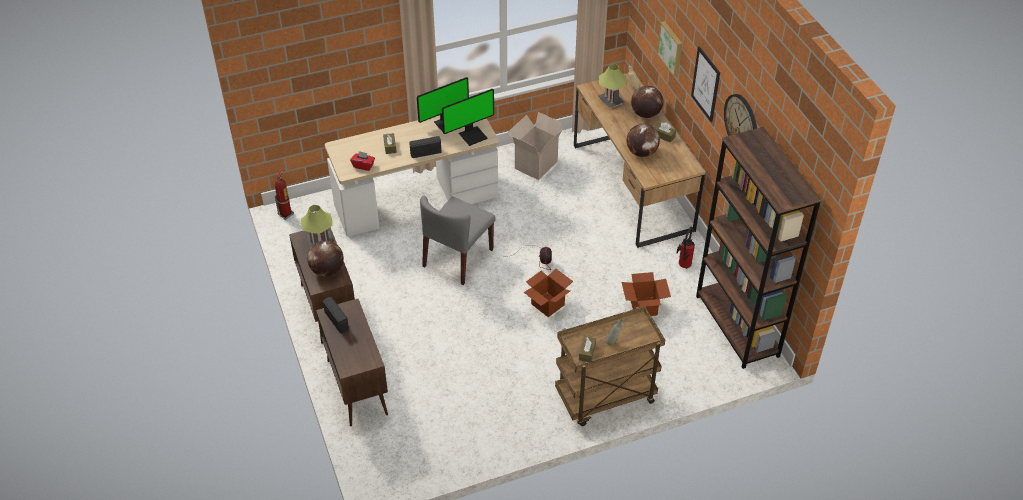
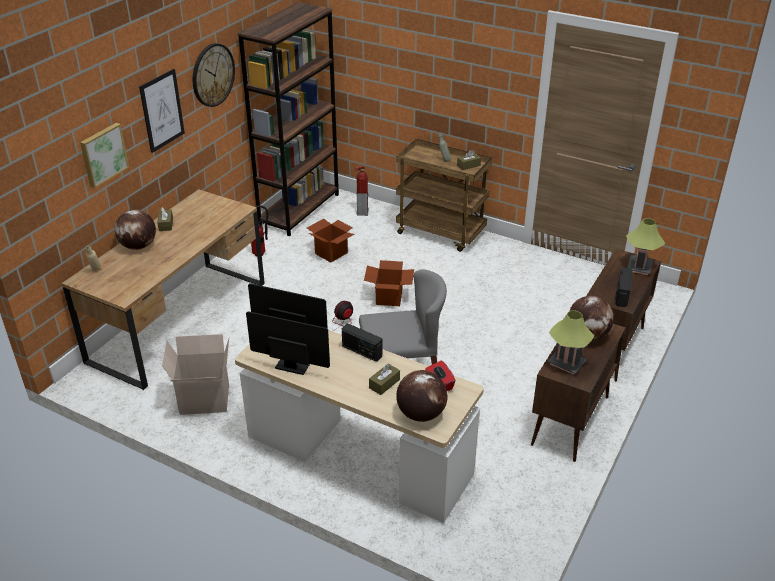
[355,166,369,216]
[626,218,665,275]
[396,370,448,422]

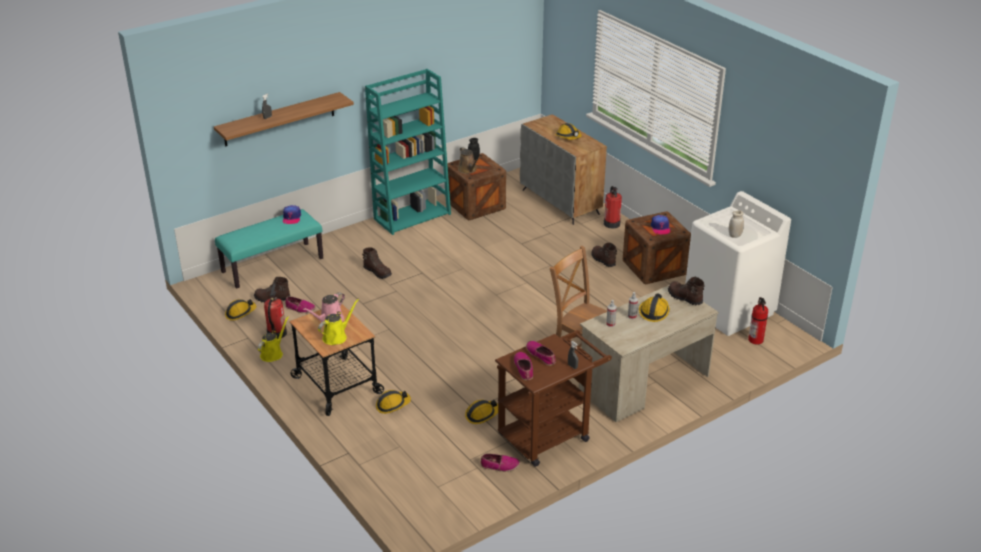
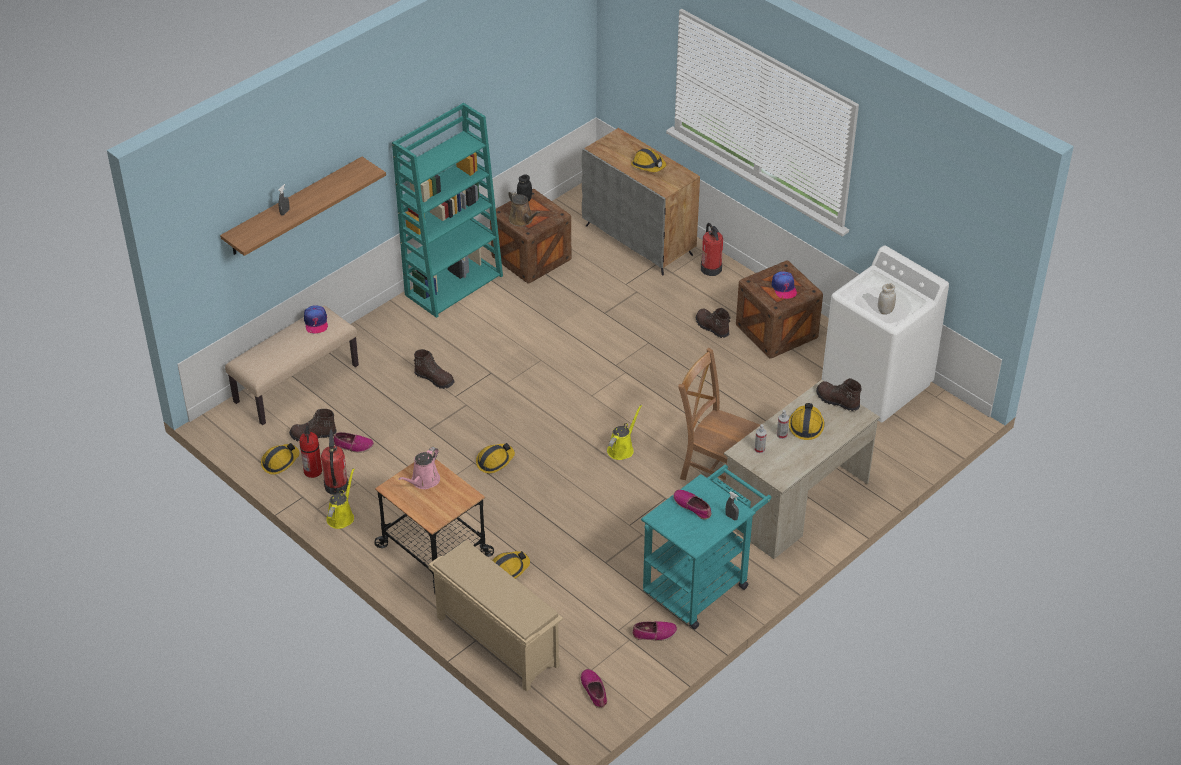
[429,540,563,692]
[607,405,642,460]
[476,443,515,473]
[581,669,607,708]
[299,423,322,478]
[225,306,359,425]
[641,465,771,629]

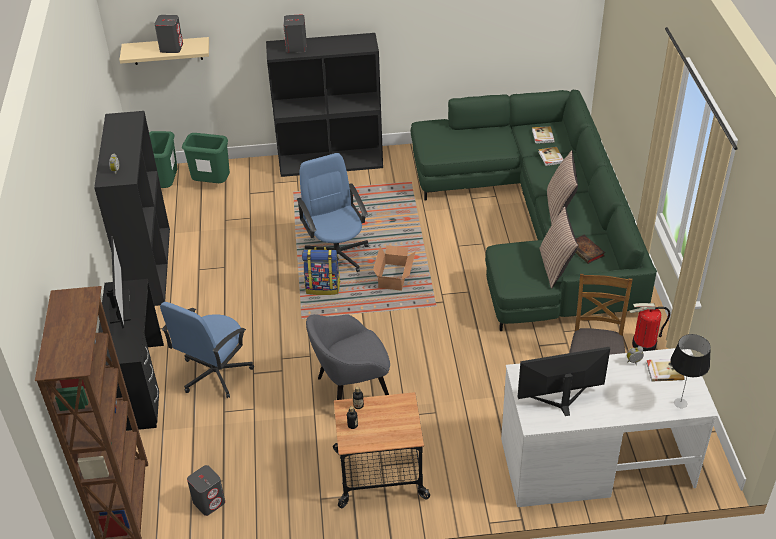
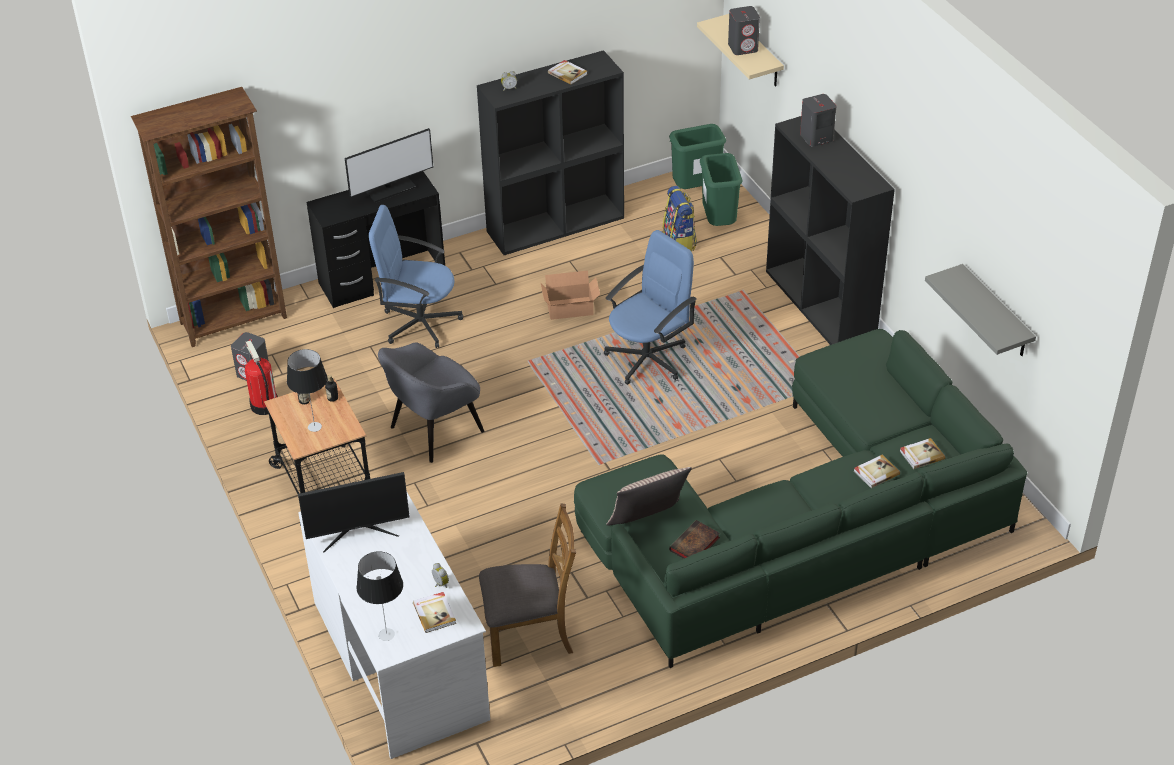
[547,150,578,225] (first image)
[287,349,327,432]
[548,60,587,84]
[925,264,1036,356]
[663,186,697,251]
[541,271,600,320]
[245,340,278,415]
[378,343,484,463]
[298,472,410,552]

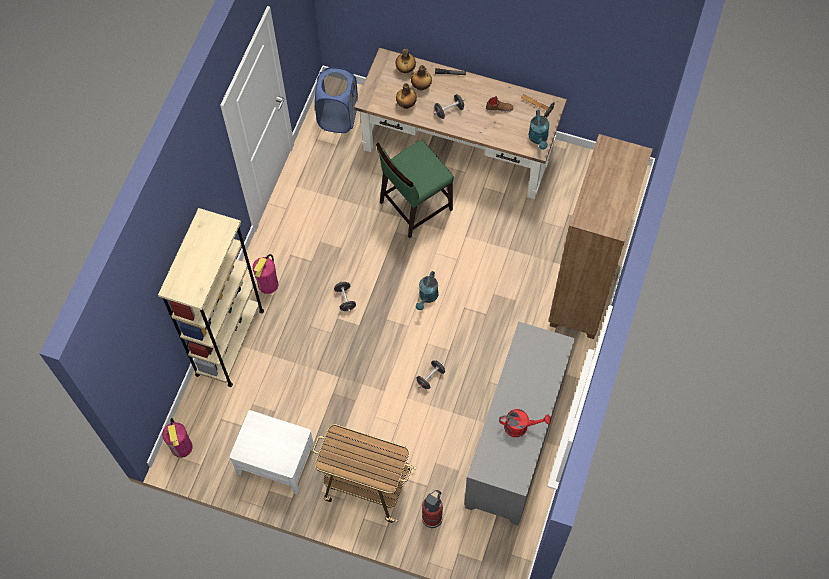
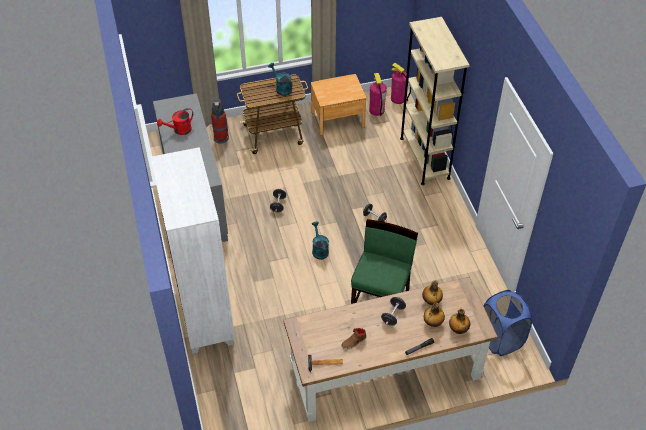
[369,73,387,116]
[268,63,292,96]
[311,74,366,136]
[151,147,235,354]

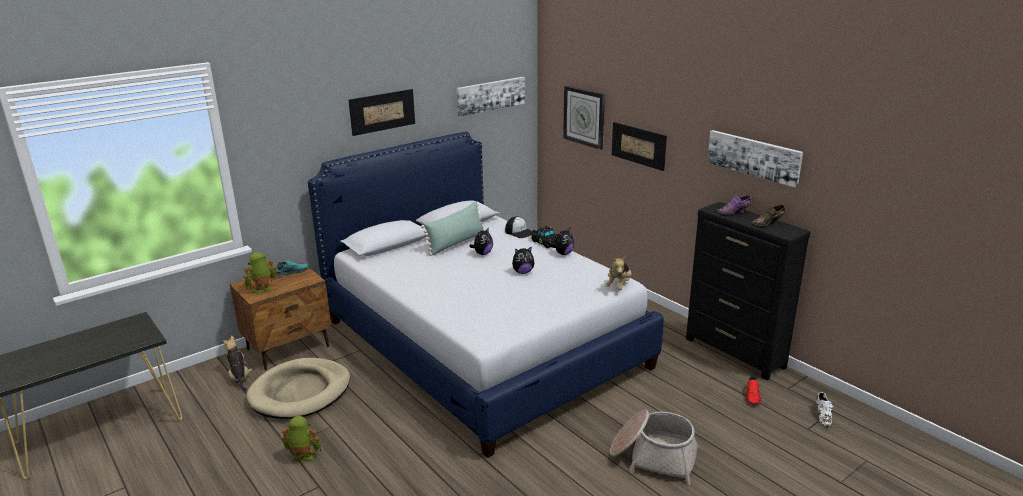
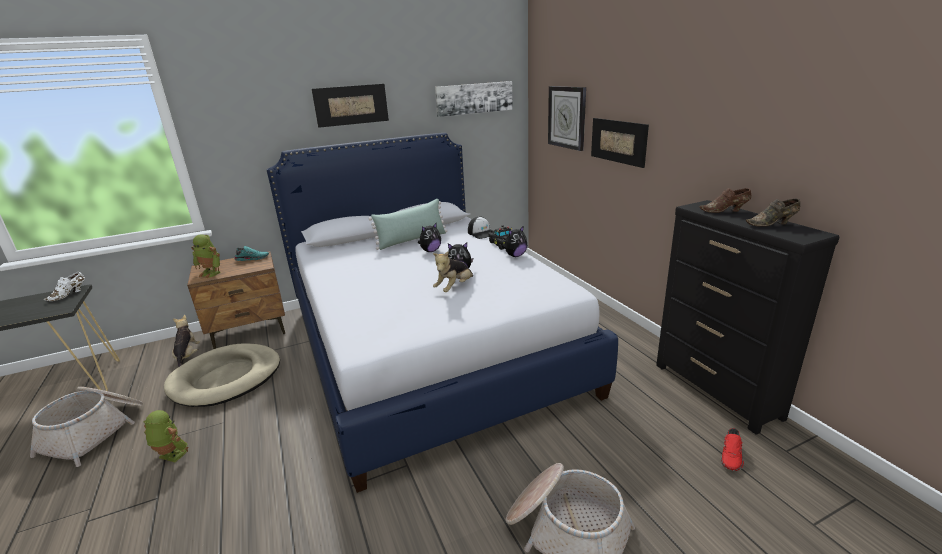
[707,130,803,188] (first image)
[30,387,143,467]
[433,251,473,292]
[44,272,85,301]
[699,188,751,213]
[191,234,221,278]

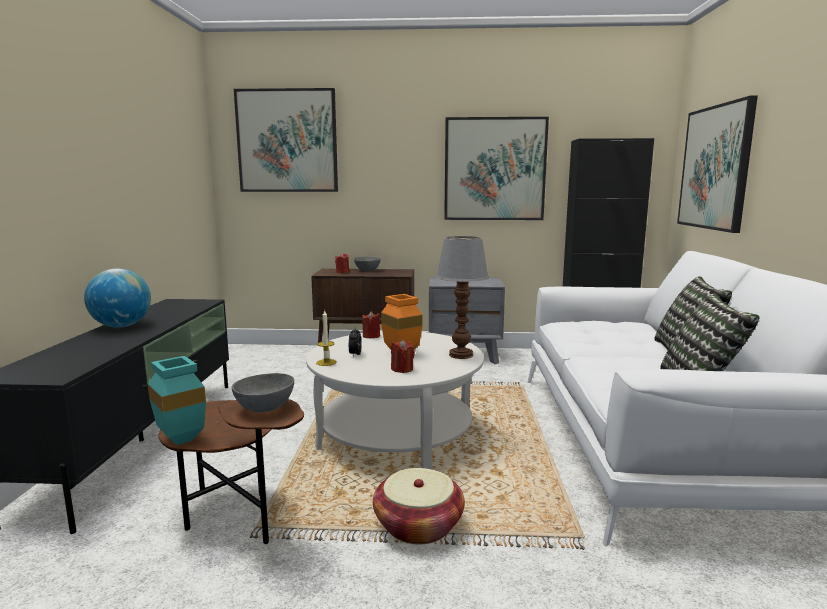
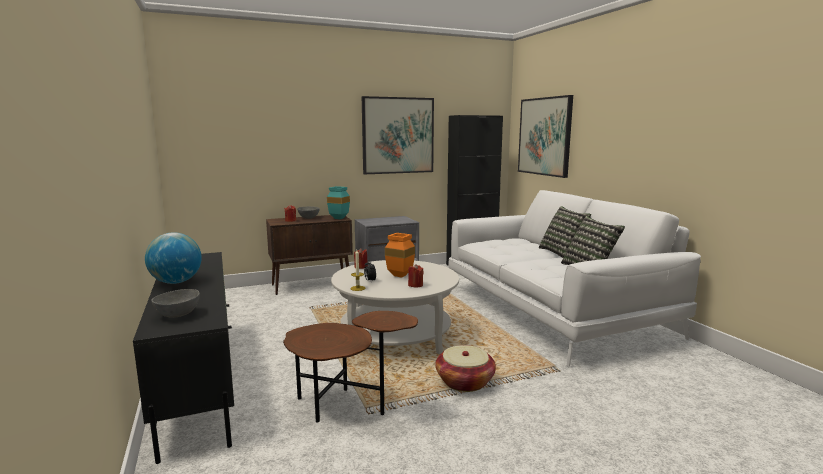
[234,88,338,192] (first image)
[436,236,489,359] (first image)
[327,186,350,219]
[151,289,200,318]

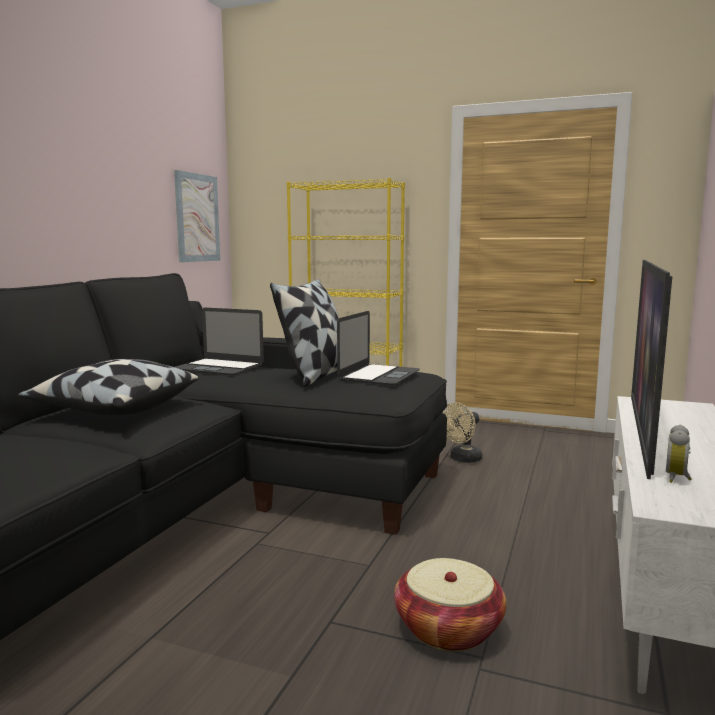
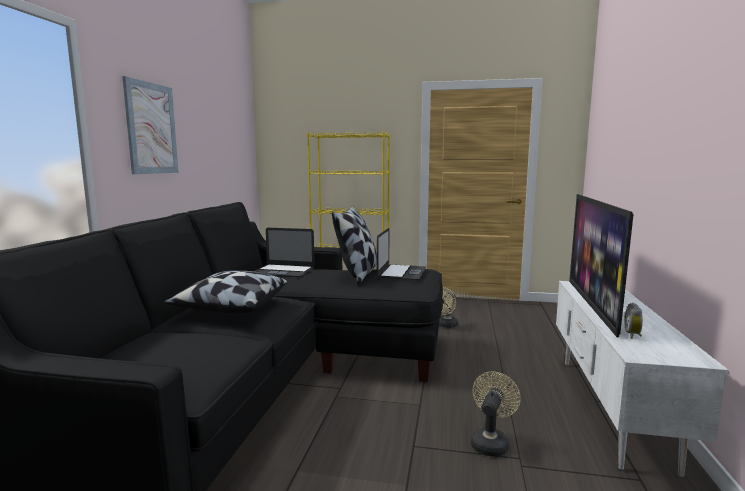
[122,76,179,174]
[471,372,521,456]

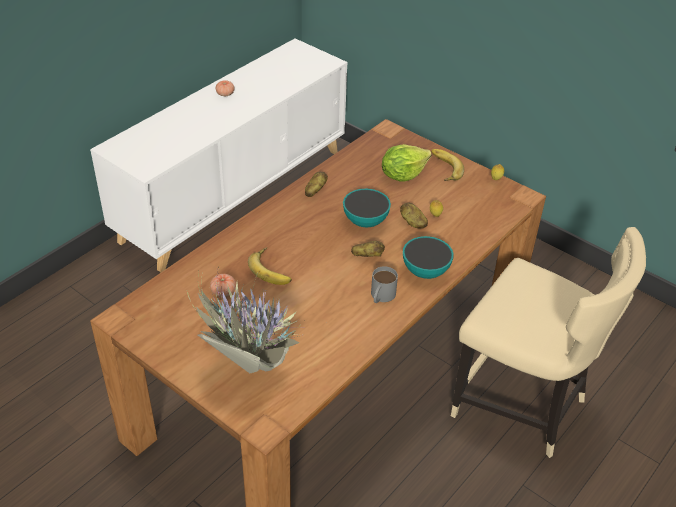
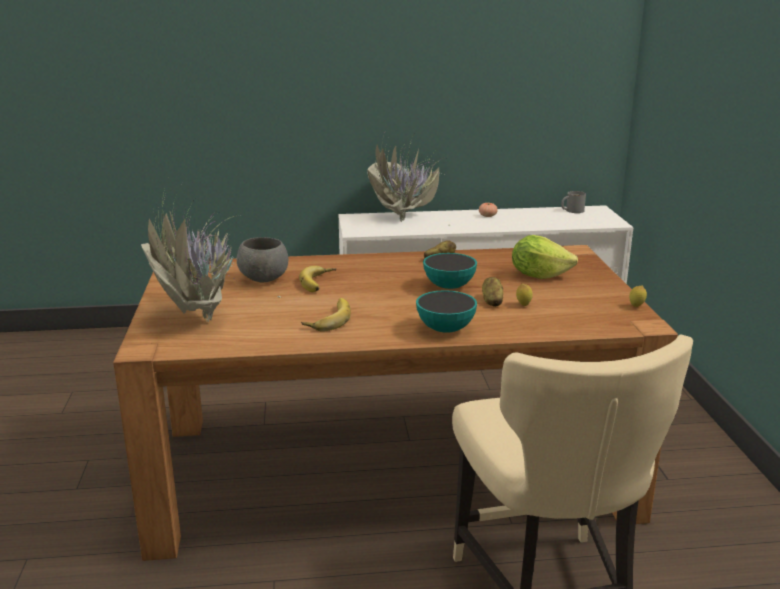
[351,241,385,257] (first image)
[367,130,450,226]
[561,191,586,213]
[301,298,351,332]
[237,237,288,283]

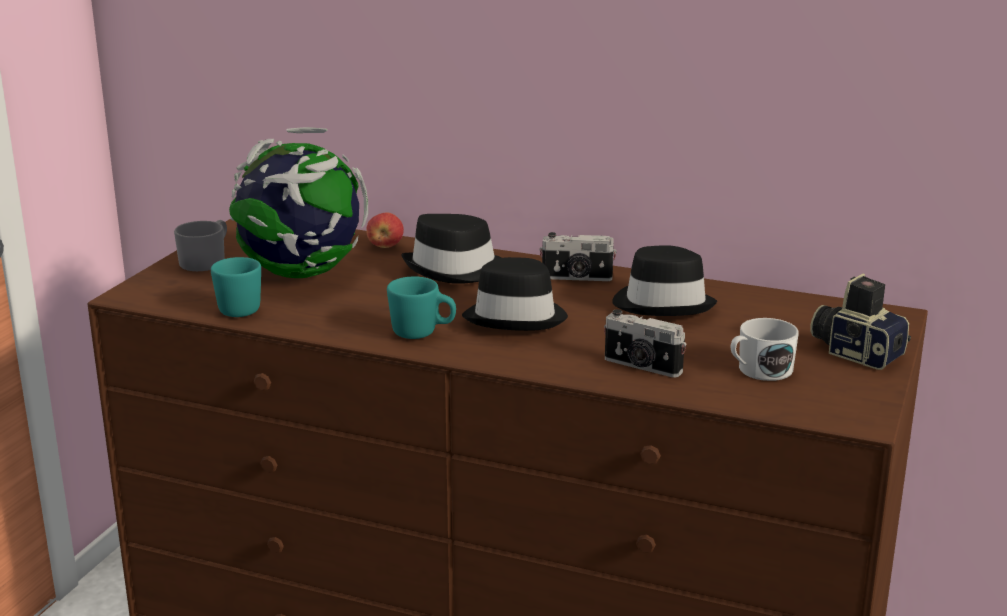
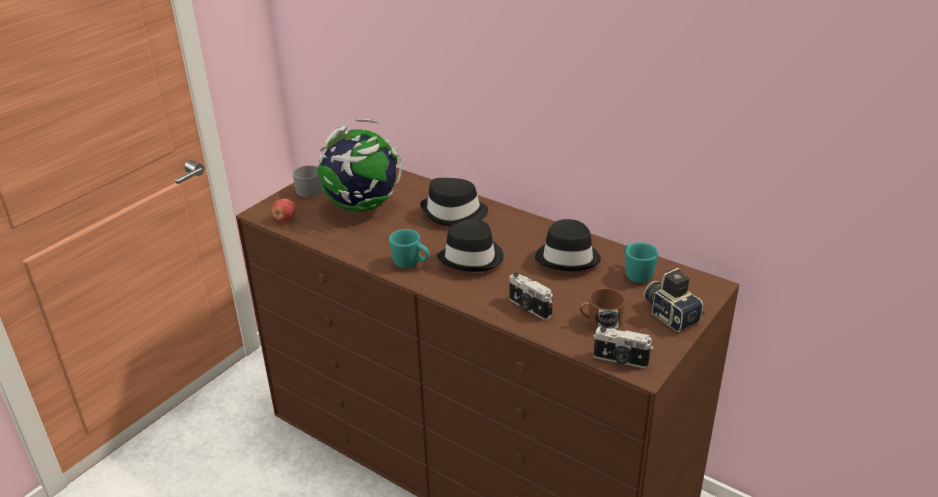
[624,242,658,283]
[271,199,296,222]
[593,326,653,368]
[579,288,625,329]

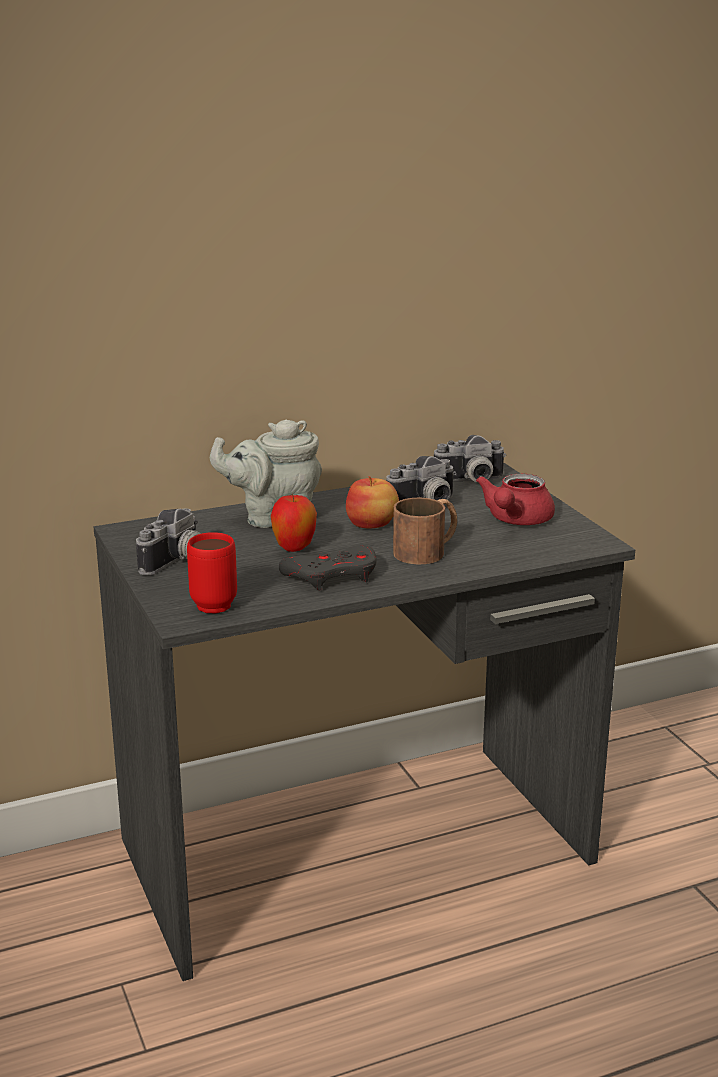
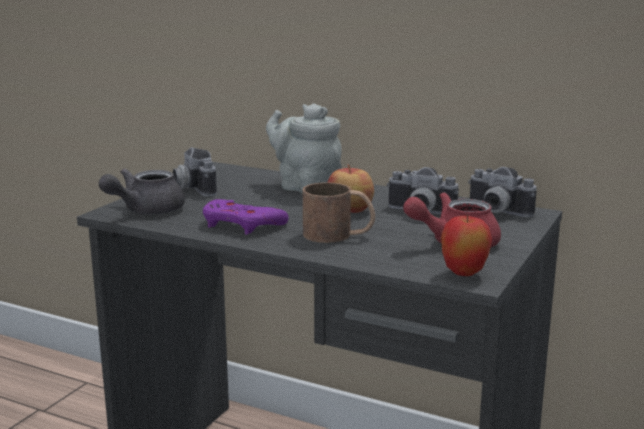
[441,215,492,276]
[99,169,185,215]
[203,199,289,235]
[173,147,217,197]

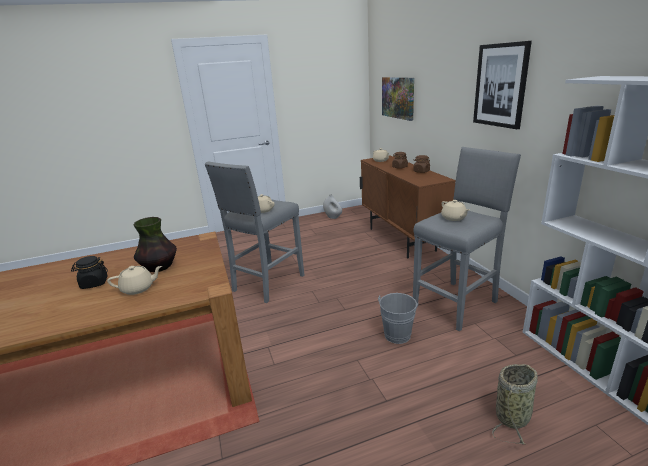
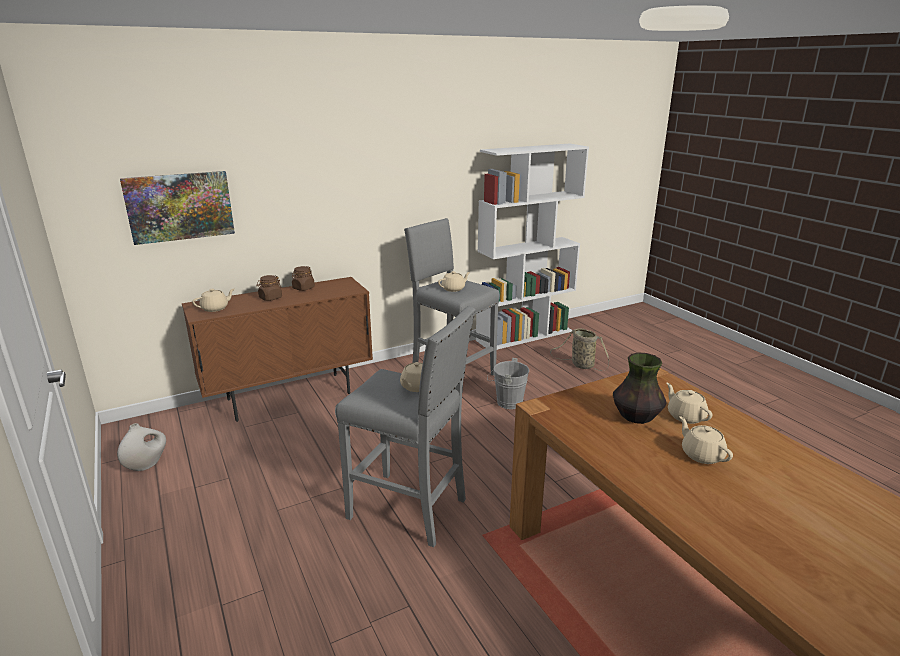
[473,41,532,129] (first image)
[679,416,733,464]

